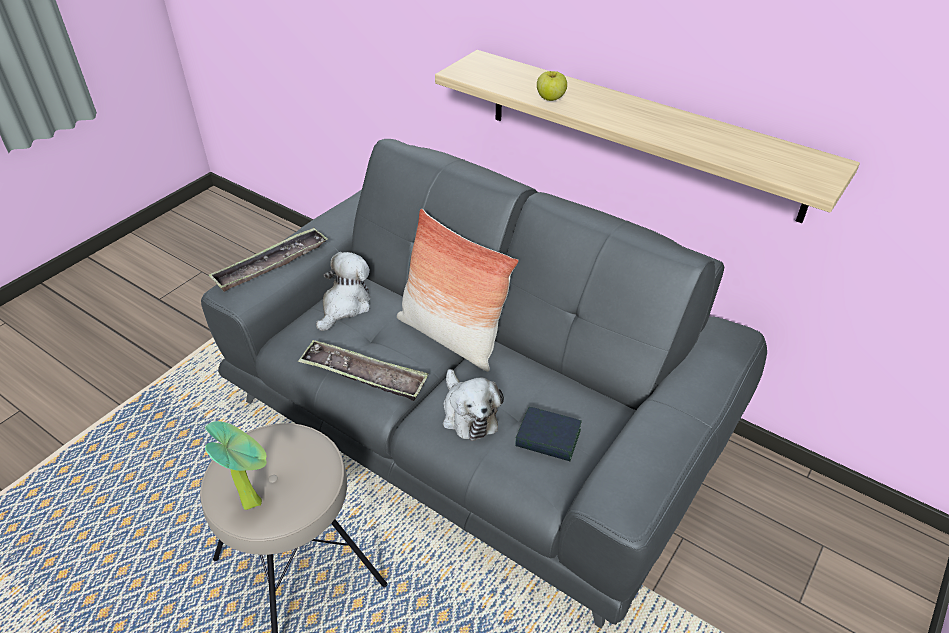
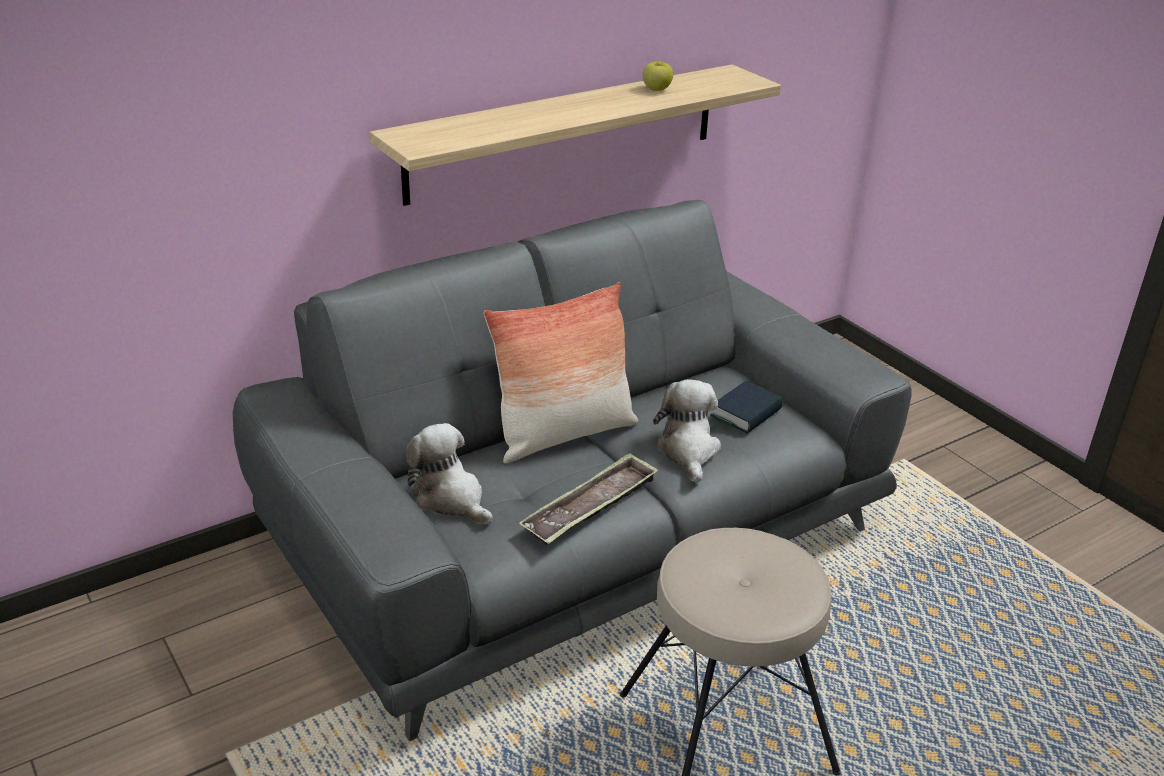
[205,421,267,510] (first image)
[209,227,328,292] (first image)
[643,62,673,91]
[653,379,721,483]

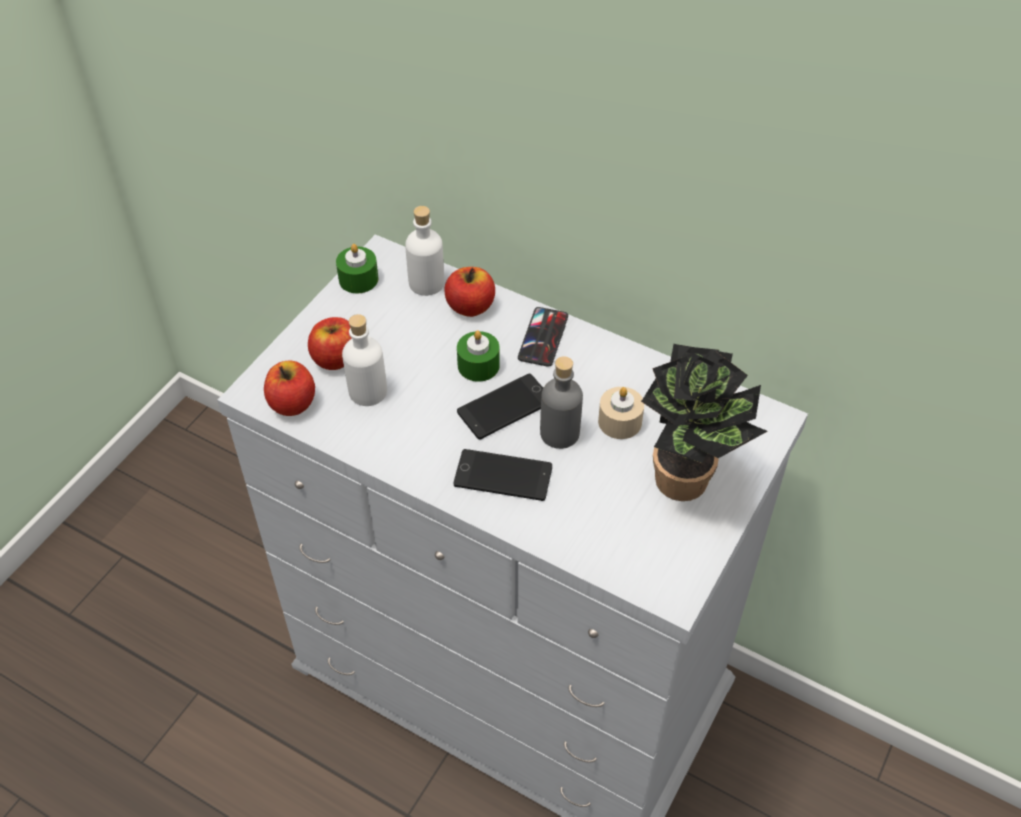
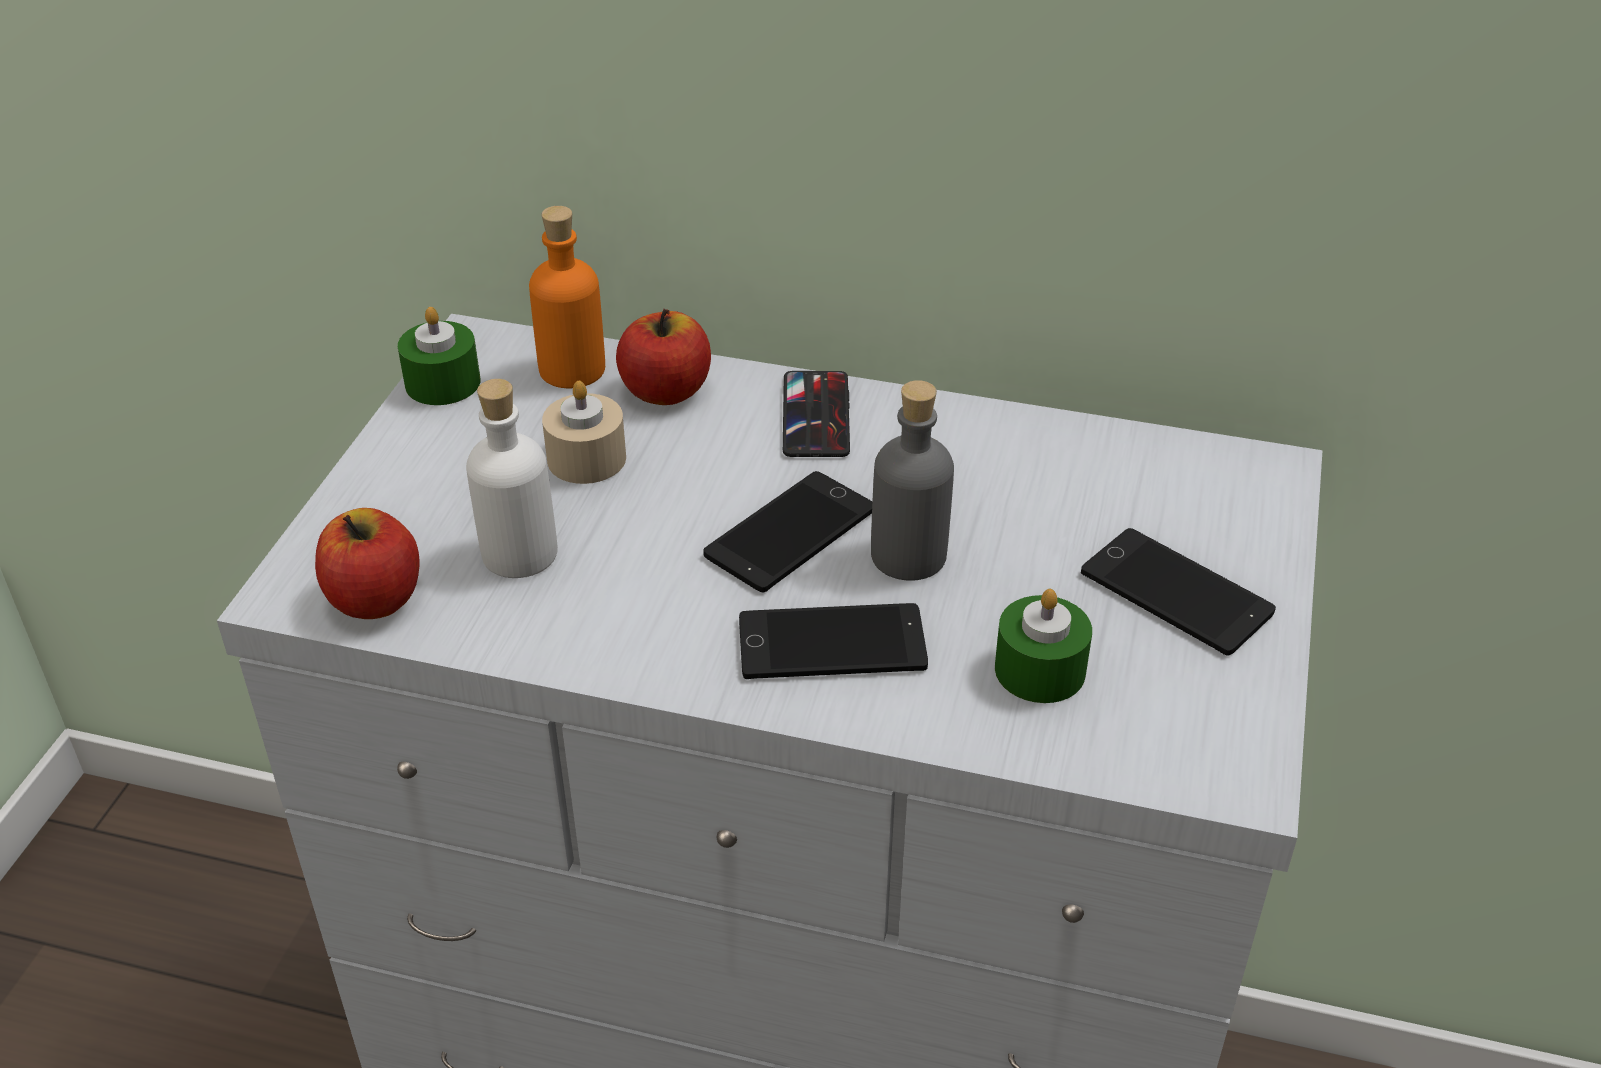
[308,317,352,370] (first image)
[995,589,1092,703]
[542,381,626,484]
[1081,528,1276,656]
[529,206,605,388]

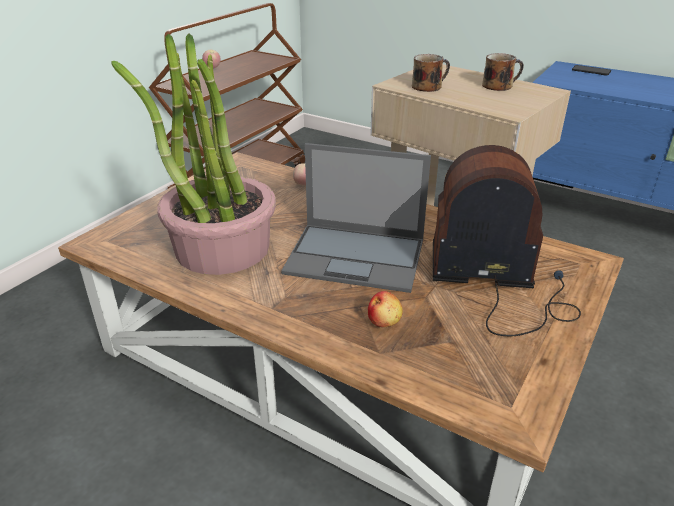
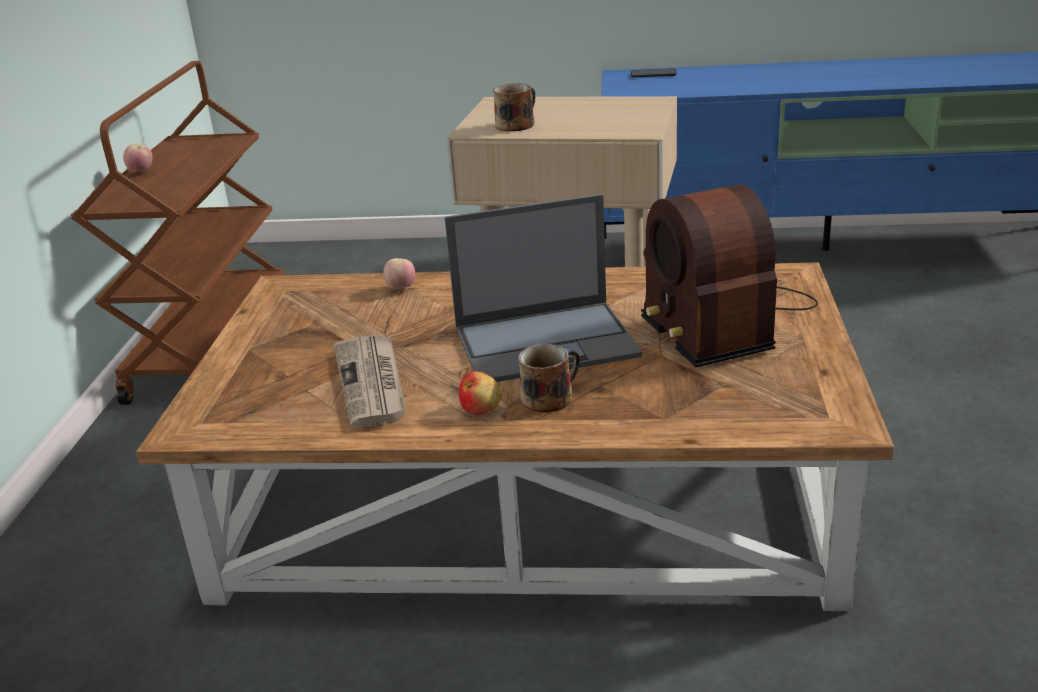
[459,371,501,415]
[518,344,580,412]
[334,335,406,428]
[641,184,818,367]

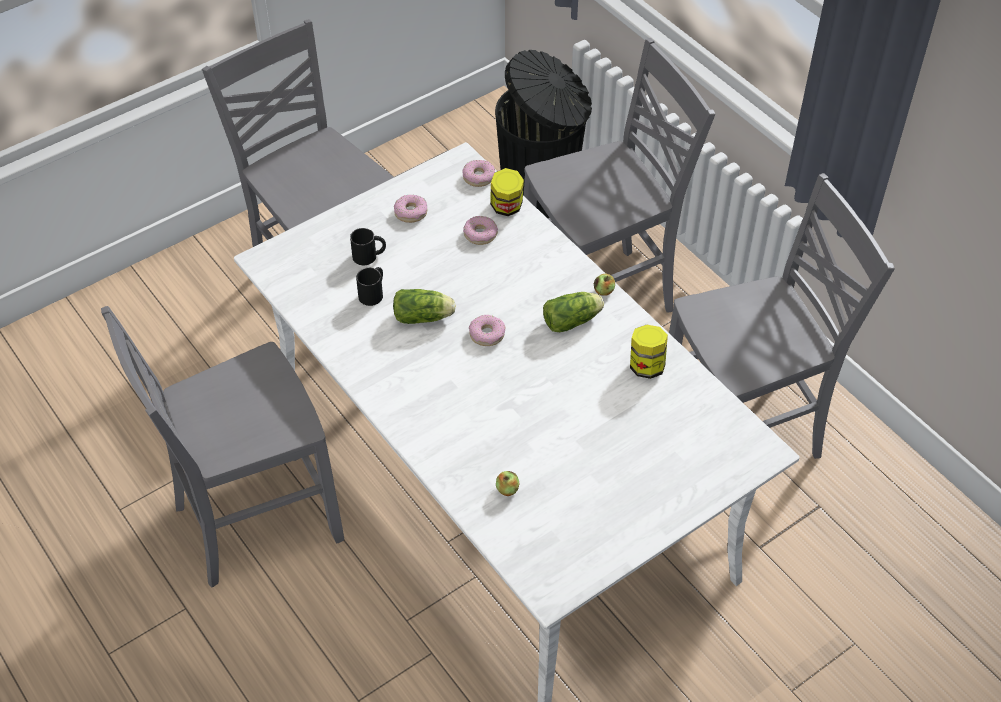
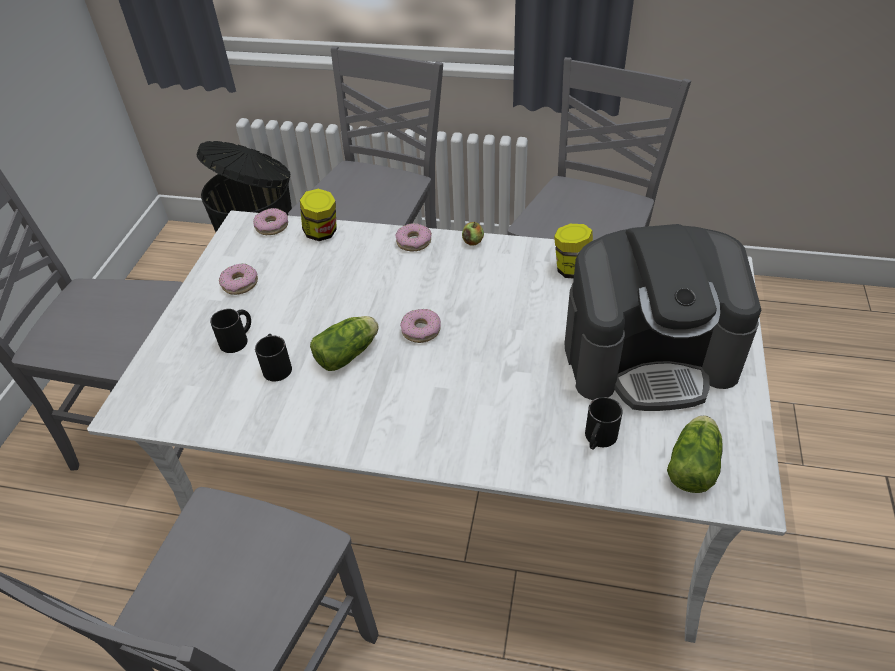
[565,224,761,411]
[395,223,432,251]
[667,415,723,493]
[585,397,623,450]

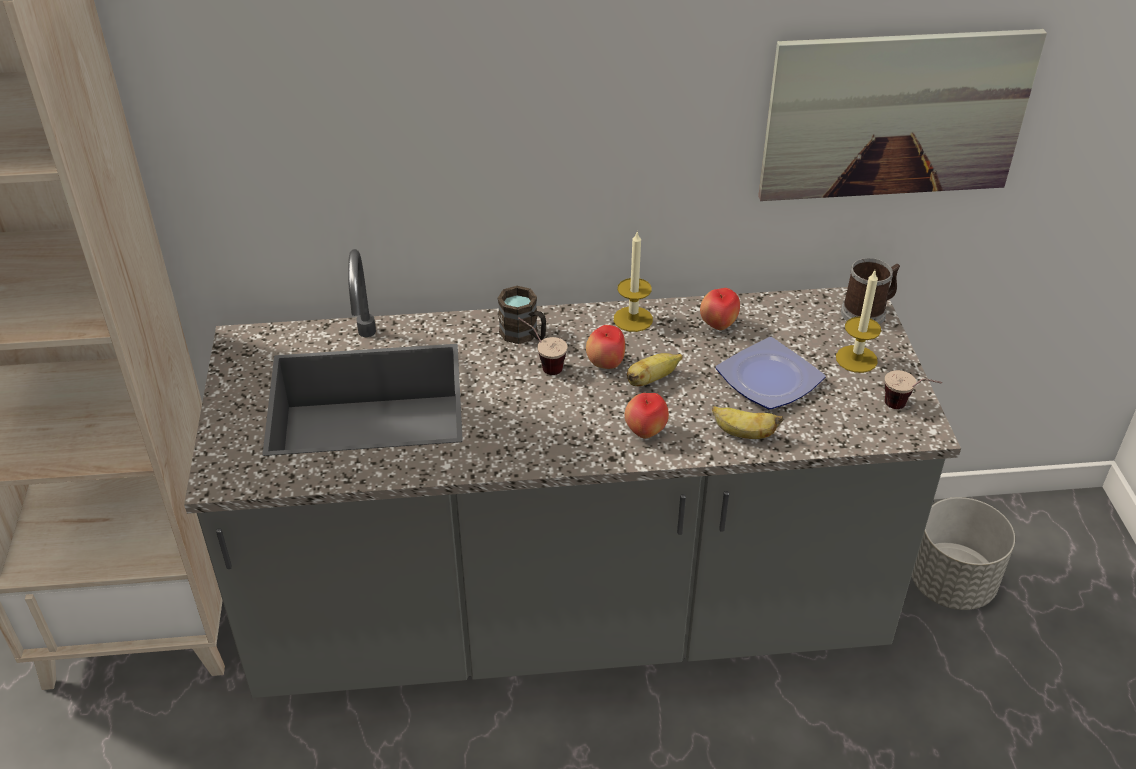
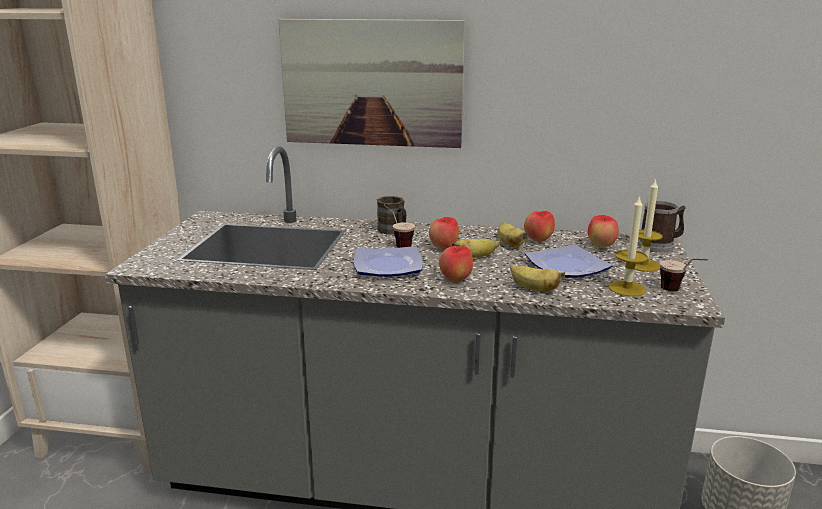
[354,246,423,277]
[498,222,528,247]
[588,215,619,248]
[609,195,648,297]
[278,19,465,148]

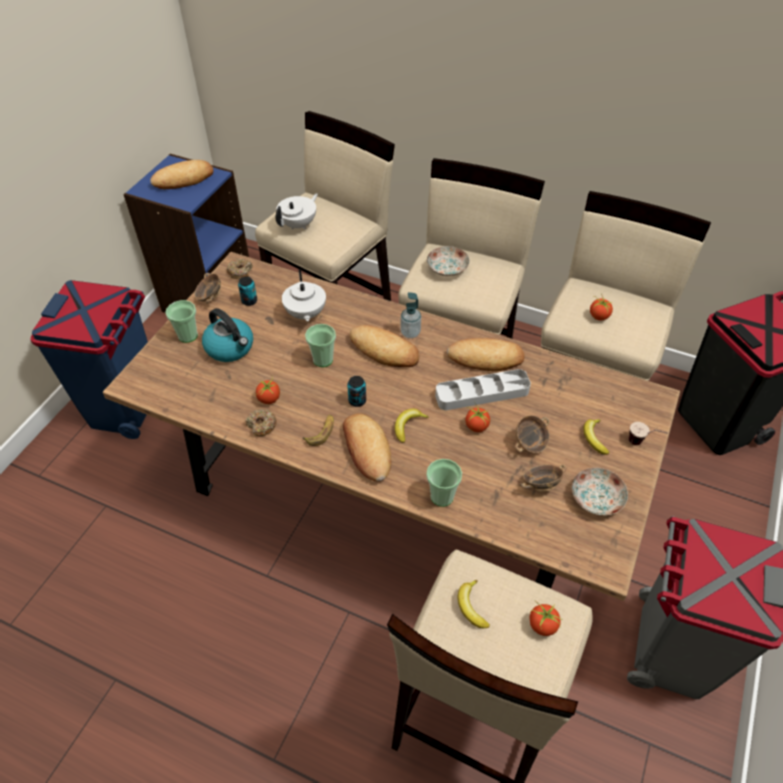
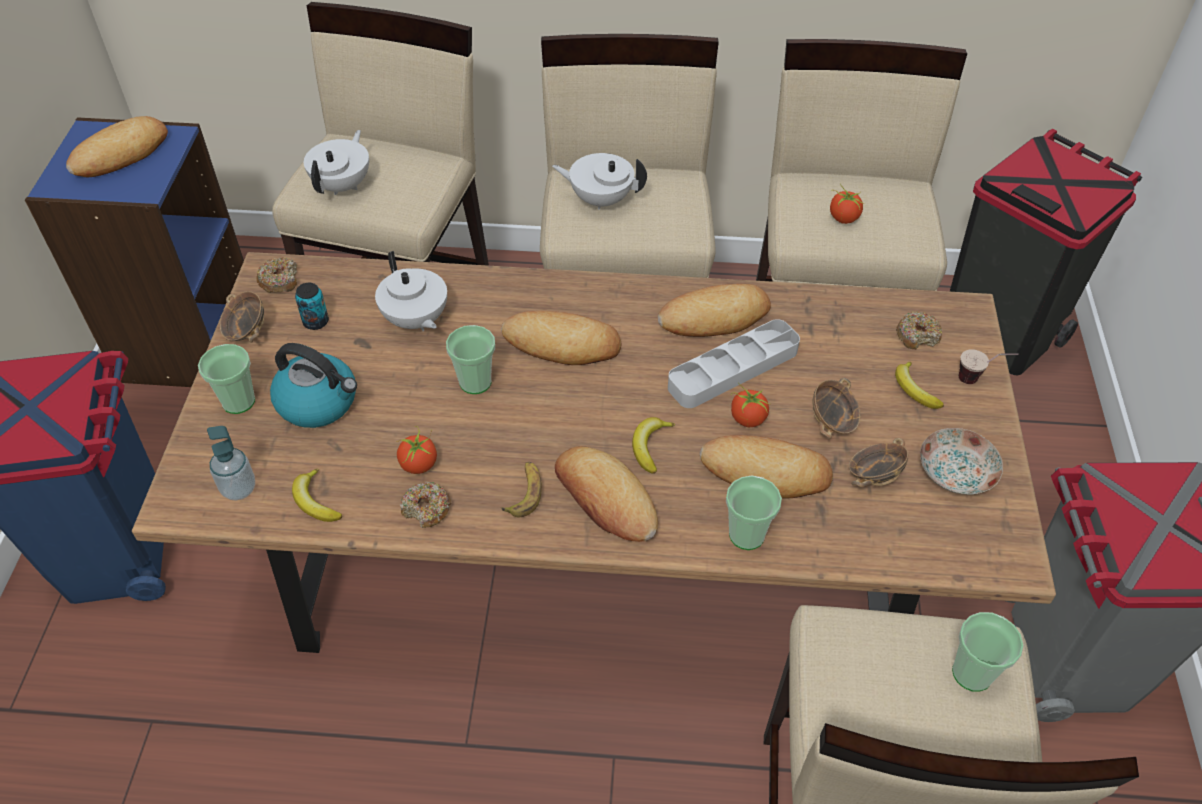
[347,376,366,407] (first image)
[700,435,833,499]
[896,312,942,350]
[207,426,255,501]
[292,468,342,522]
[552,153,647,210]
[952,612,1024,692]

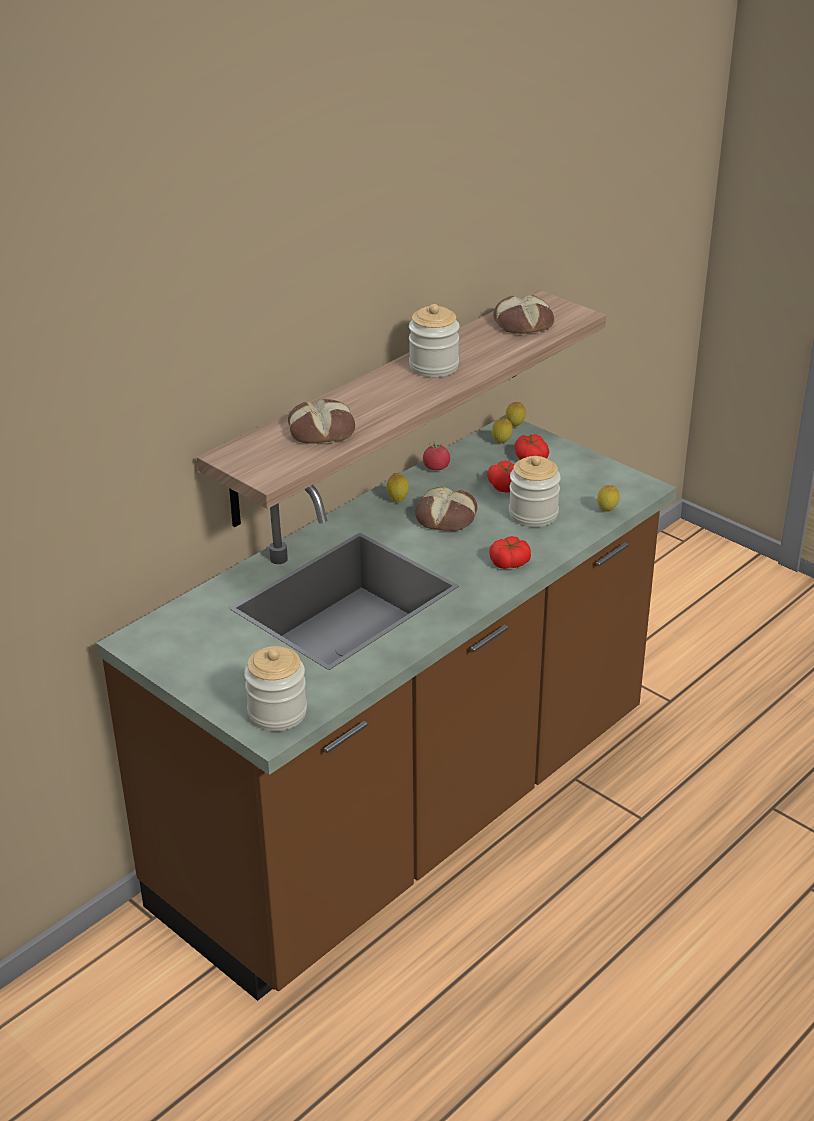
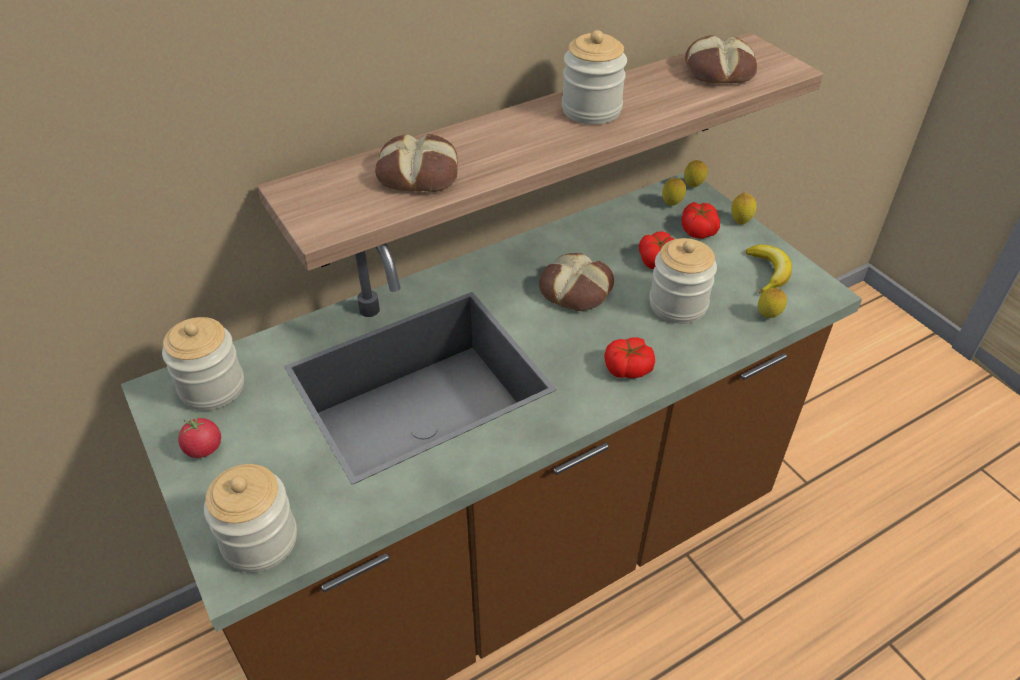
[162,317,244,411]
[746,245,792,294]
[731,192,756,225]
[178,413,221,458]

